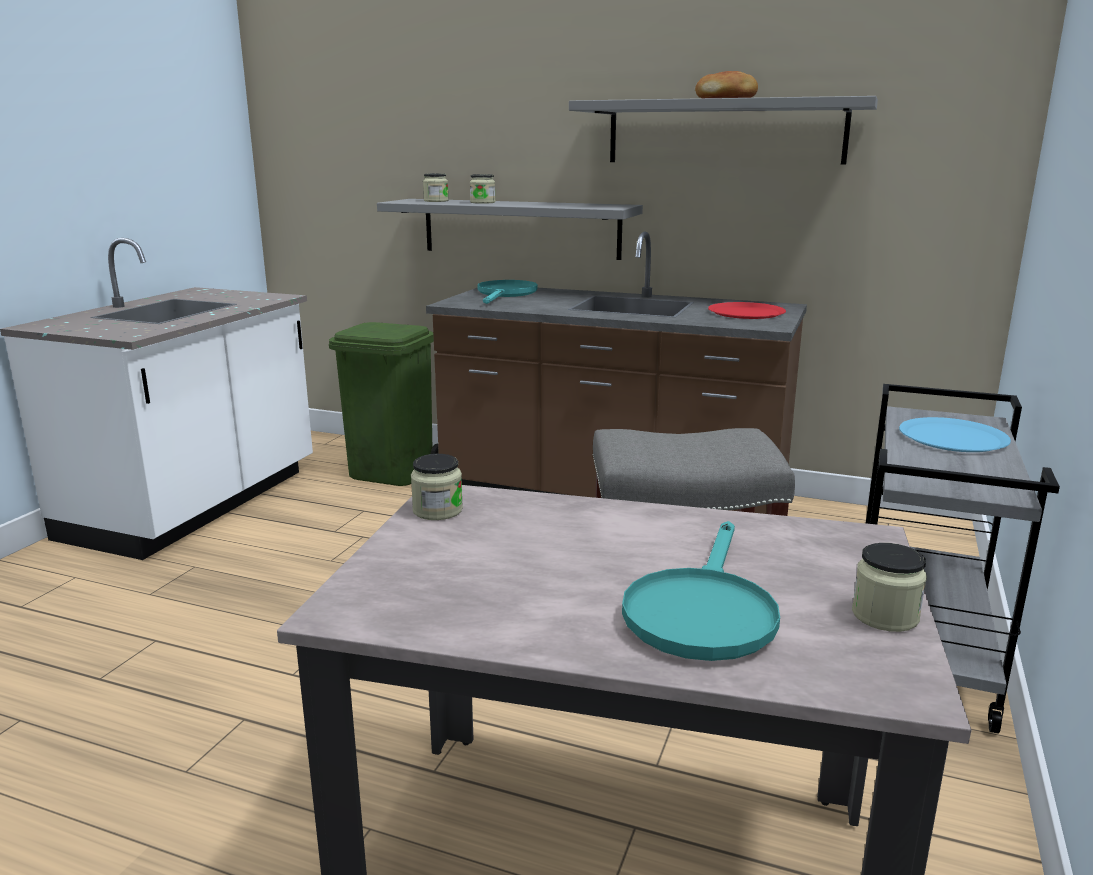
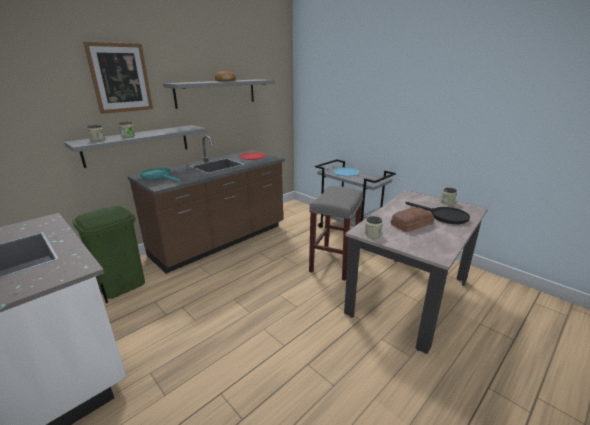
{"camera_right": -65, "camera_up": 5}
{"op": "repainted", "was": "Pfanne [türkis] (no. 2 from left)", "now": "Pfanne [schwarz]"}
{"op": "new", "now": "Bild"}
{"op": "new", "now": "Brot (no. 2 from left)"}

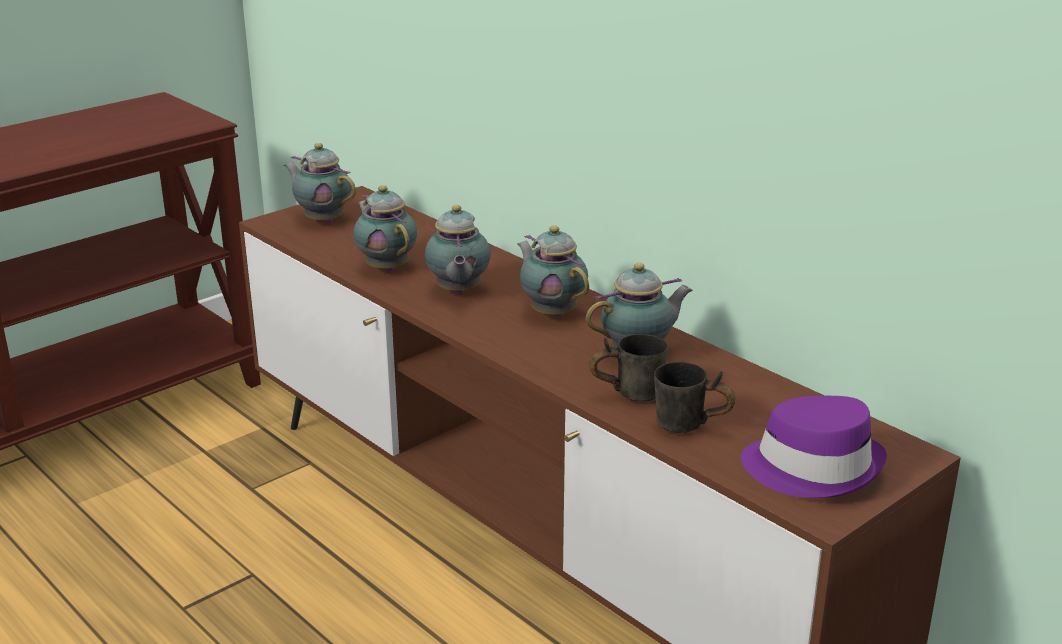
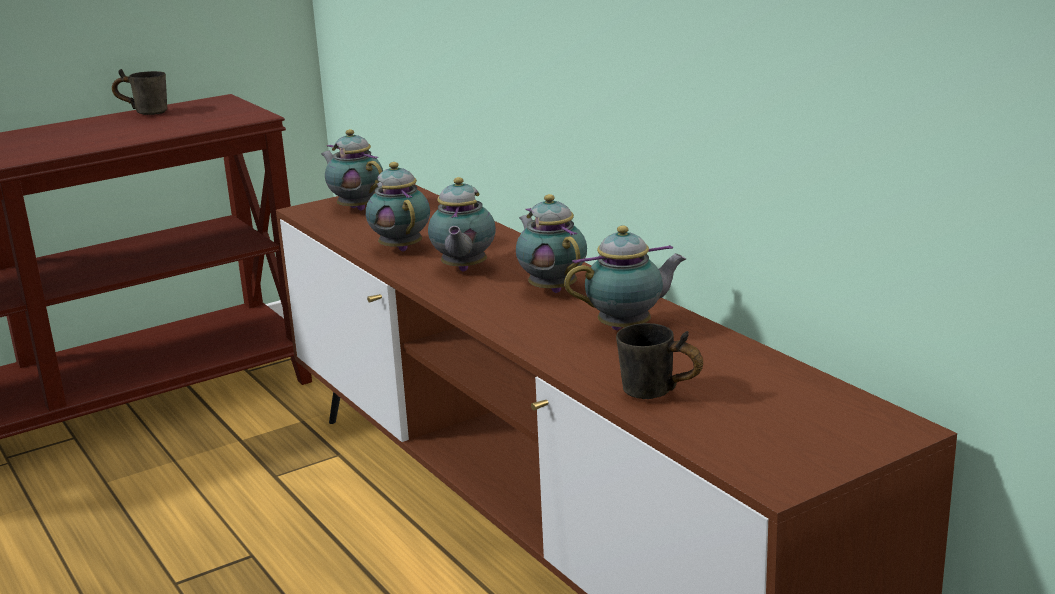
{"camera_right": 10, "camera_up": -5}
{"op": "shifted", "was": "Henkelbecher [grau] (no. 1 from left)"}
{"op": "gone", "was": "Hut [lila]"}

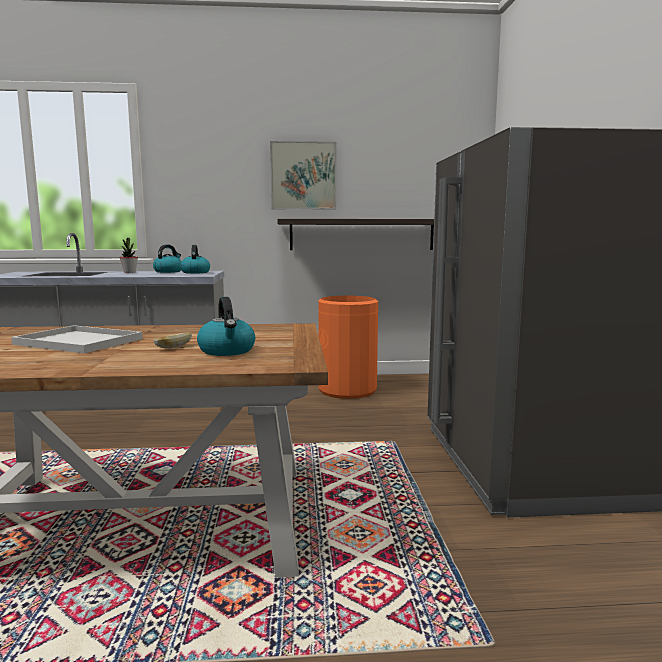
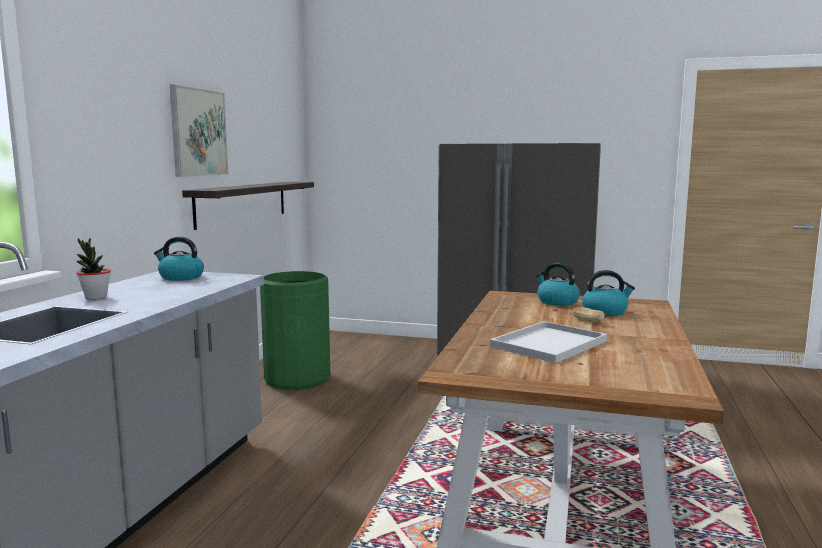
{"camera_right": -70, "camera_up": 0}
{"op": "shifted", "was": "Wasserkessel (no. 1 from left in the first image)", "now": "Wasserkessel (no. 2 from left)"}
{"op": "repainted", "was": "Mülleimer [orange]", "now": "Mülleimer [grün]"}

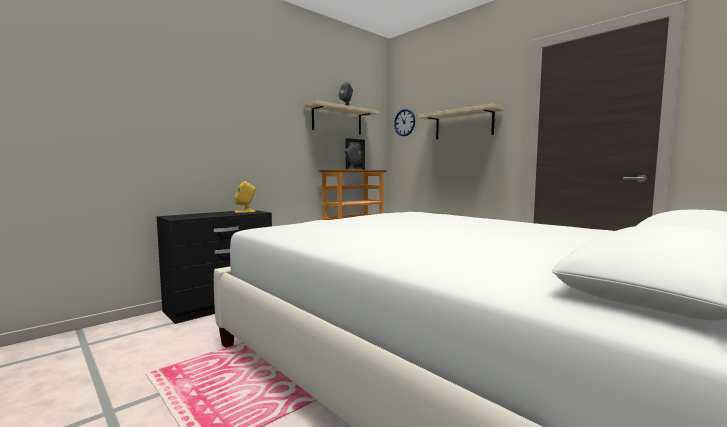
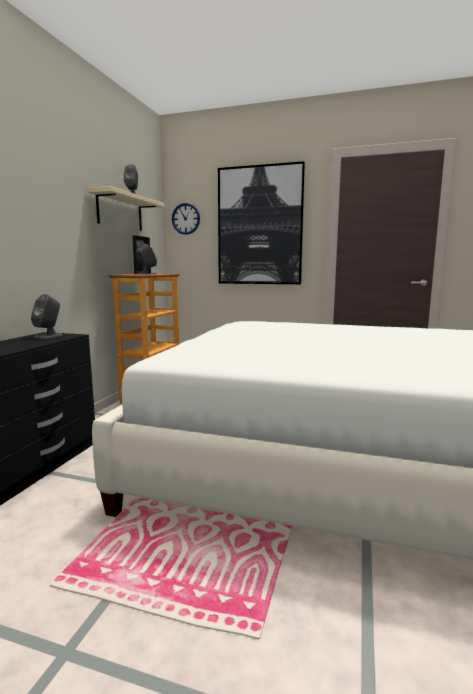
{"camera_right": -30, "camera_up": 5}
{"op": "swapped", "was": "Wandregal [beige] (no. 2 from left)", "now": "Bild"}
{"op": "repainted", "was": "Lautsprecher [gelb]", "now": "Lautsprecher [grau] (no. 1 from left)"}

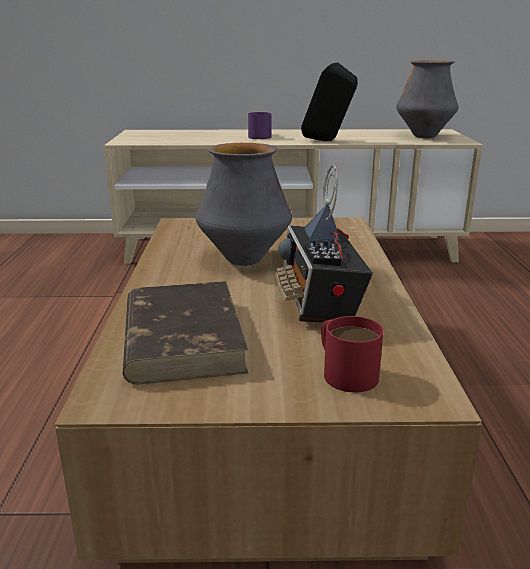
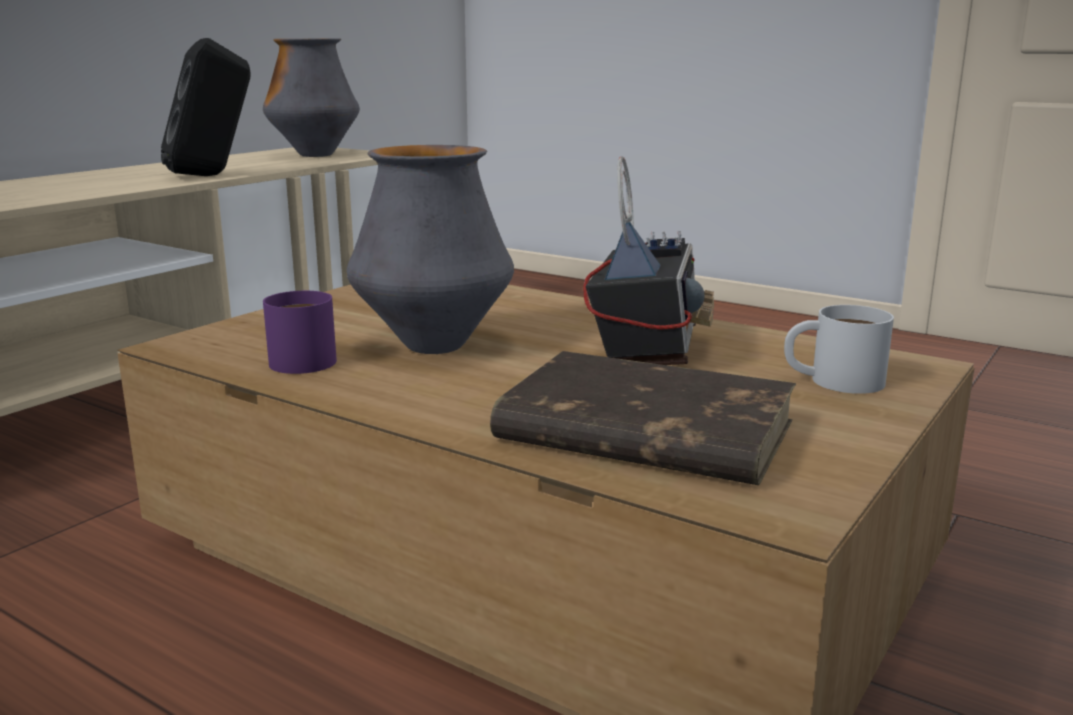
{"camera_right": -55, "camera_up": -5}
{"op": "shifted", "was": "Henkelbecher [lila]"}
{"op": "rotated", "was": "Radio", "clockwise": -105}
{"op": "repainted", "was": "Henkelbecher [rot]", "now": "Henkelbecher [weiß]"}

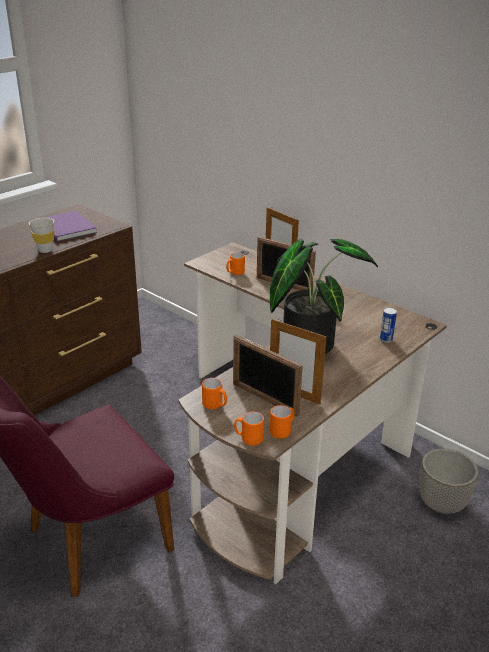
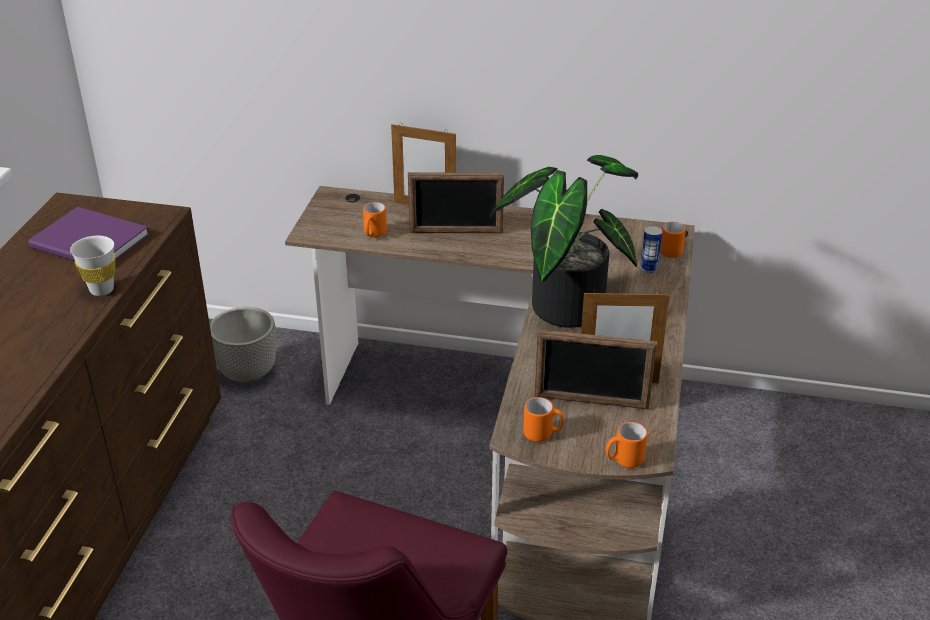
{"camera_right": -30, "camera_up": 5}
{"op": "shifted", "was": "Henkelbecher [orange] (no. 4 from left)"}
{"op": "shifted", "was": "Pflanzkübel"}

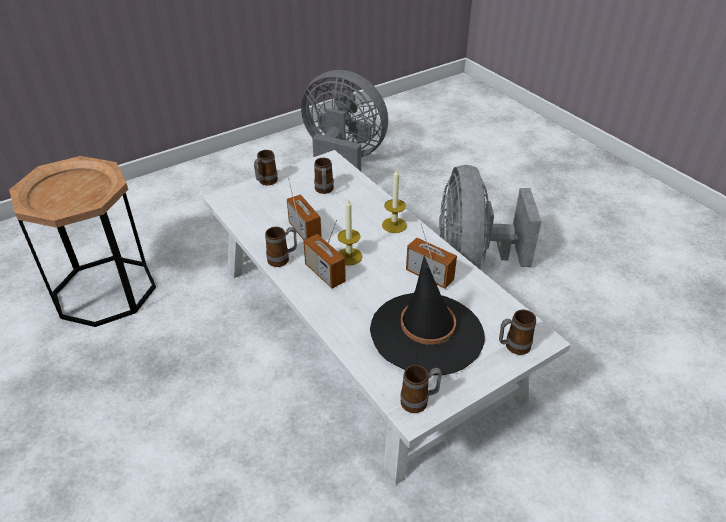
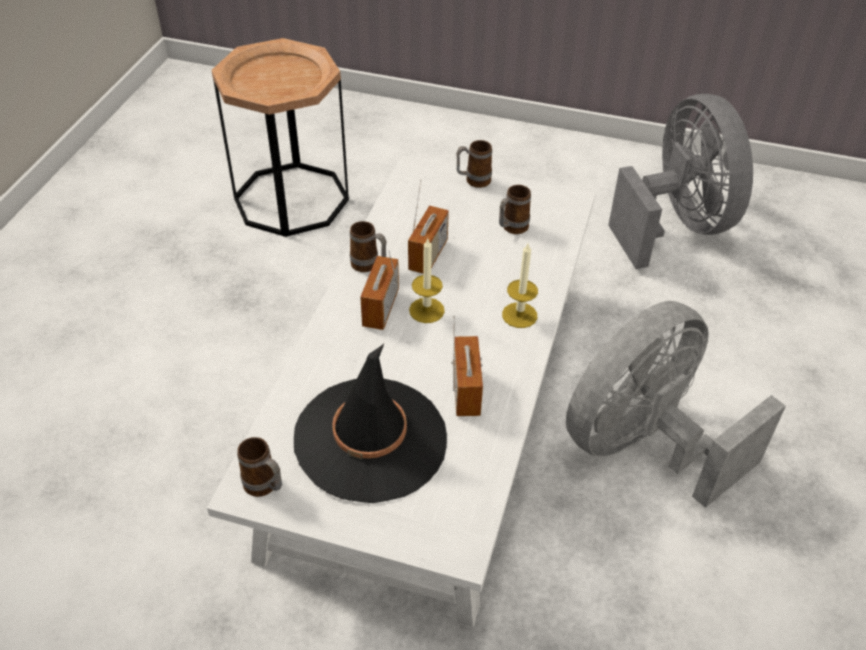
{"camera_right": 50, "camera_up": 5}
{"op": "gone", "was": "Henkelbecher (no. 5 from left)"}

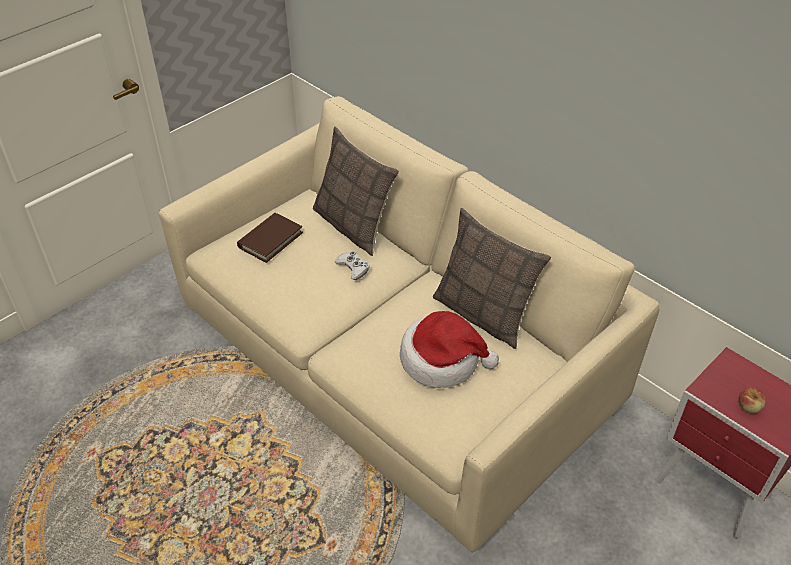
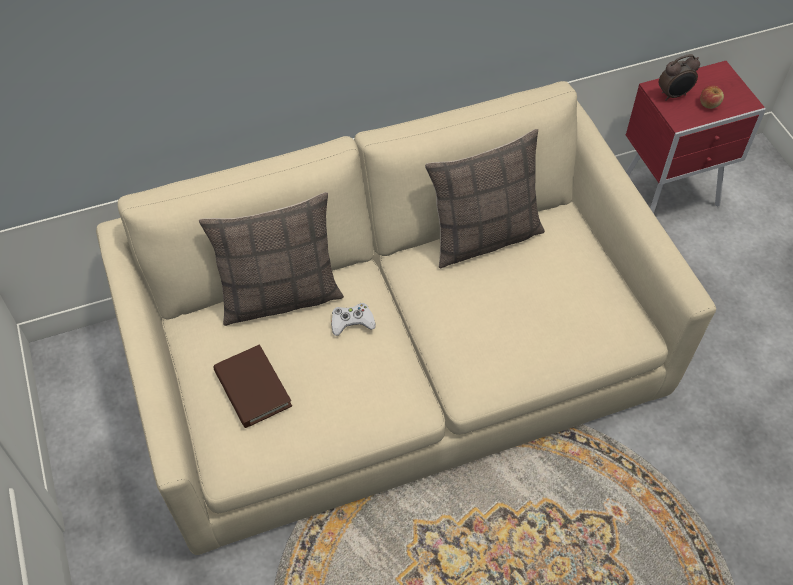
{"camera_right": -65, "camera_up": 10}
{"op": "gone", "was": "Hut"}
{"op": "new", "now": "Wecker"}

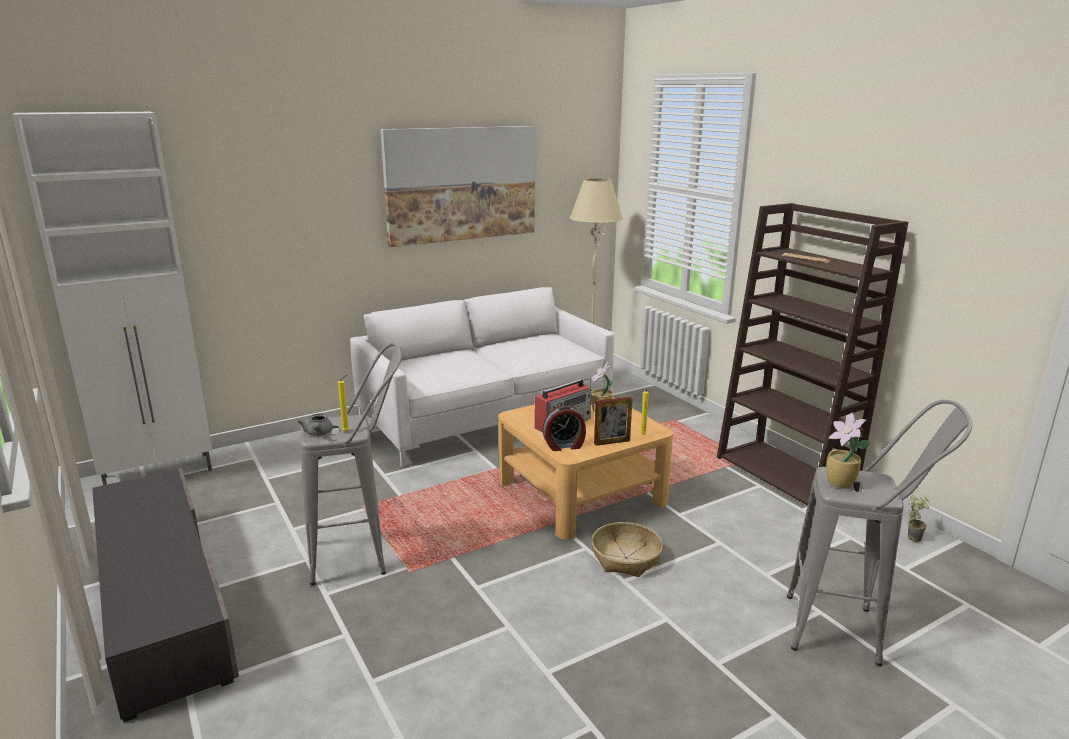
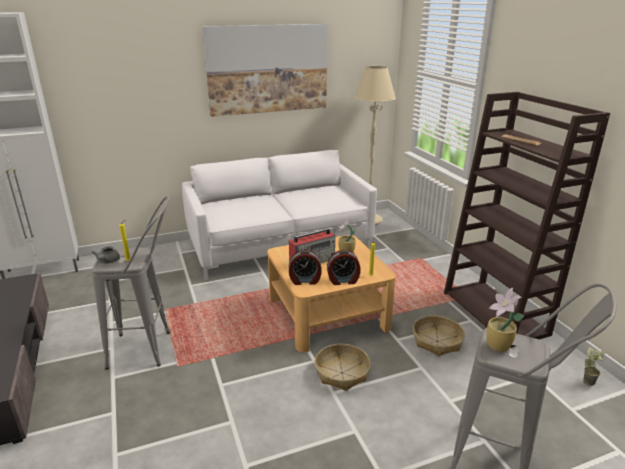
{"camera_right": 10, "camera_up": 5}
{"op": "swapped", "was": "Bilderrahmen", "now": "Wecker (no. 2 from left)"}
{"op": "new", "now": "Korb (no. 2 from left)"}

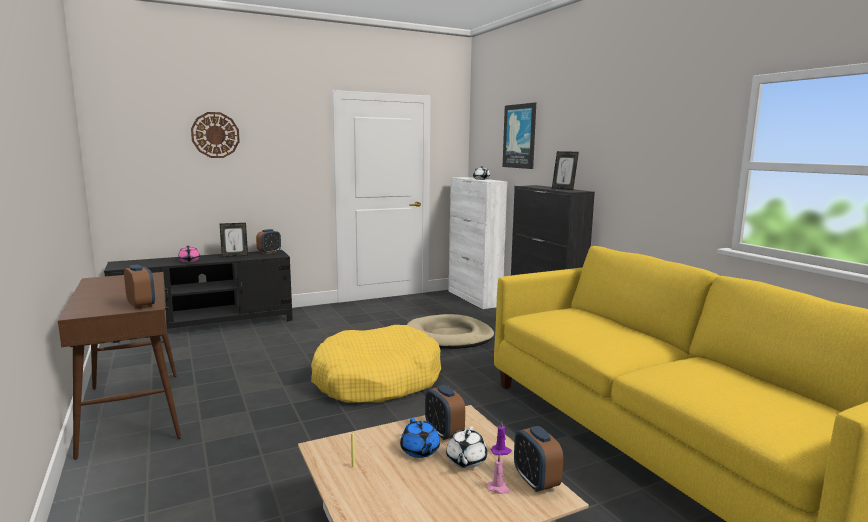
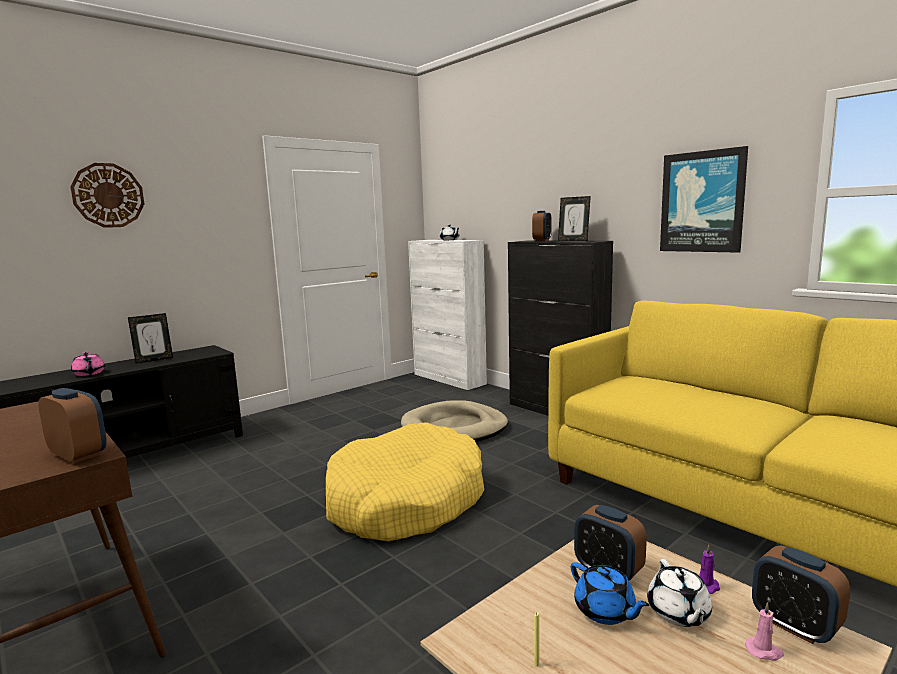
{"camera_right": -15, "camera_up": 0}
{"op": "shifted", "was": "Bild"}
{"op": "shifted", "was": "Wecker (no. 2 from left)"}

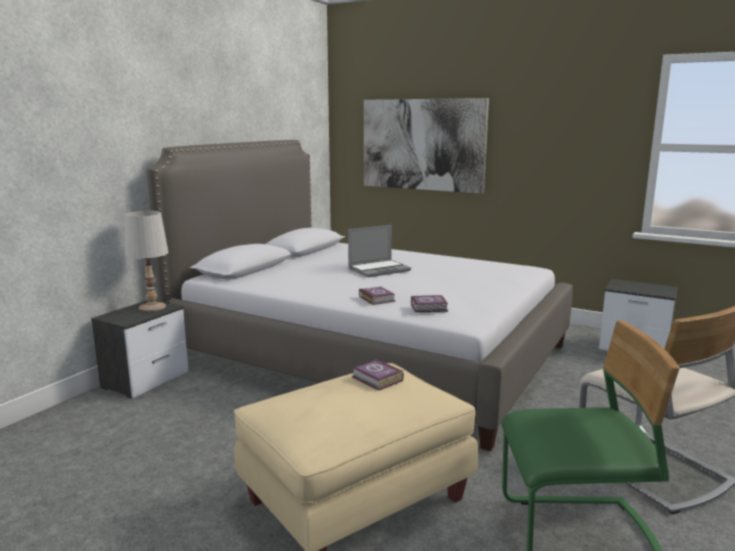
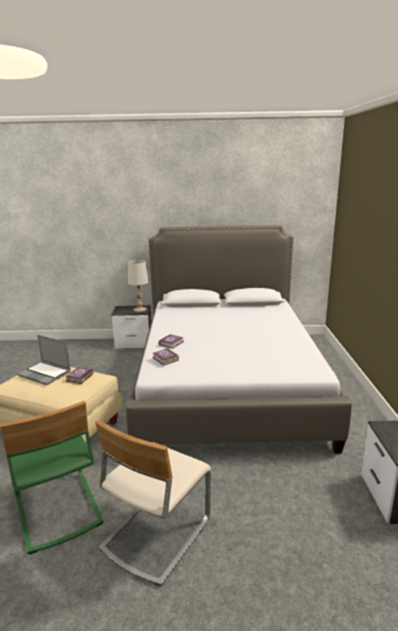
{"camera_right": 60, "camera_up": 5}
{"op": "gone", "was": "Bild"}
{"op": "shifted", "was": "Laptop"}

